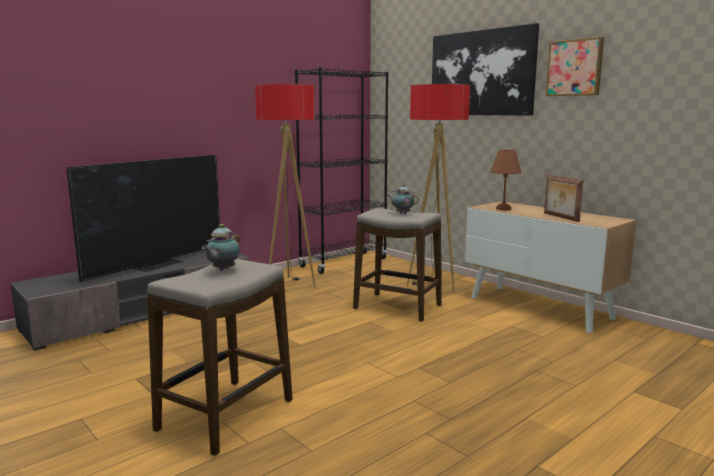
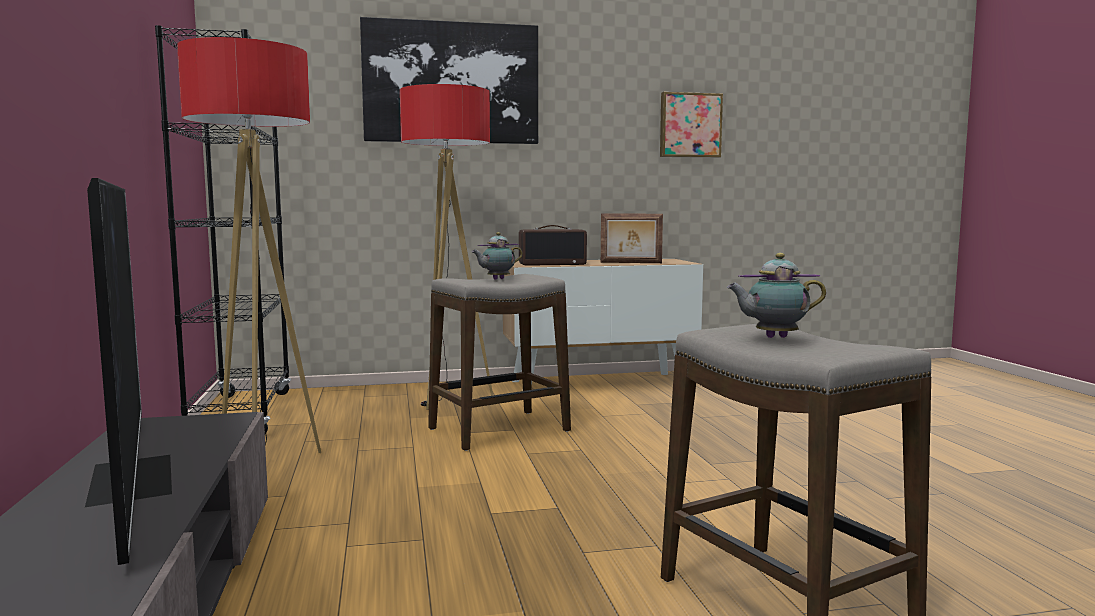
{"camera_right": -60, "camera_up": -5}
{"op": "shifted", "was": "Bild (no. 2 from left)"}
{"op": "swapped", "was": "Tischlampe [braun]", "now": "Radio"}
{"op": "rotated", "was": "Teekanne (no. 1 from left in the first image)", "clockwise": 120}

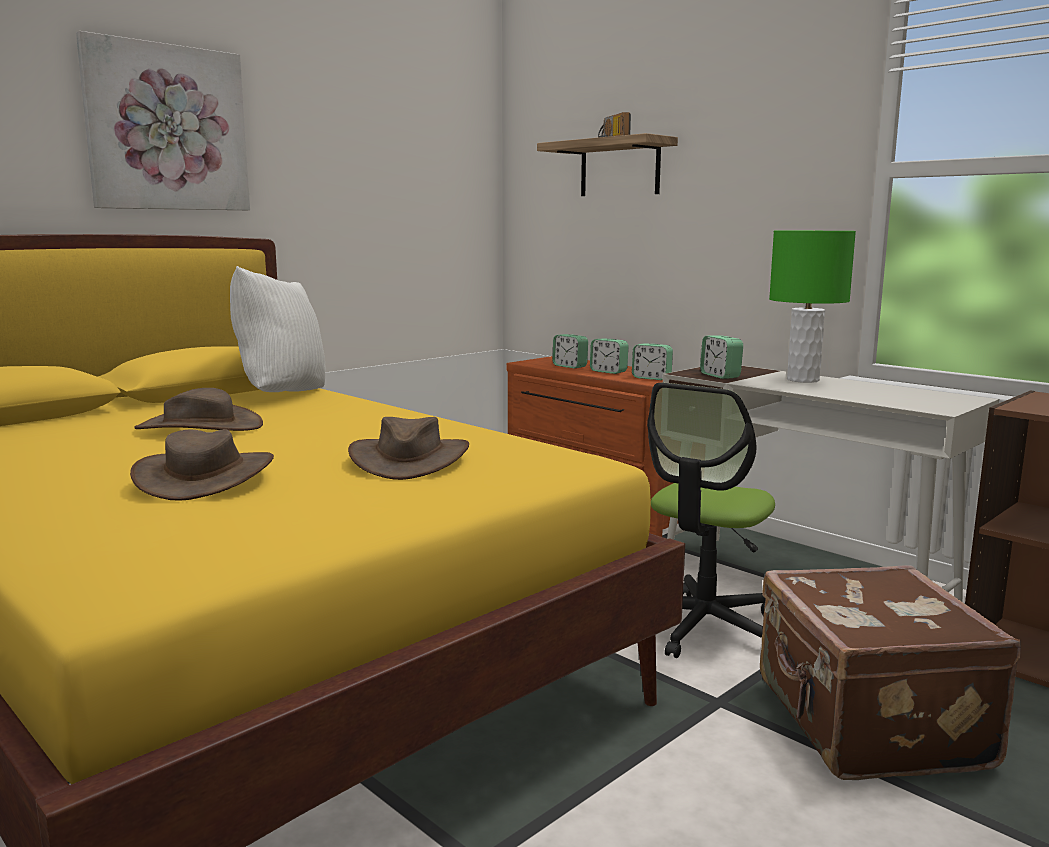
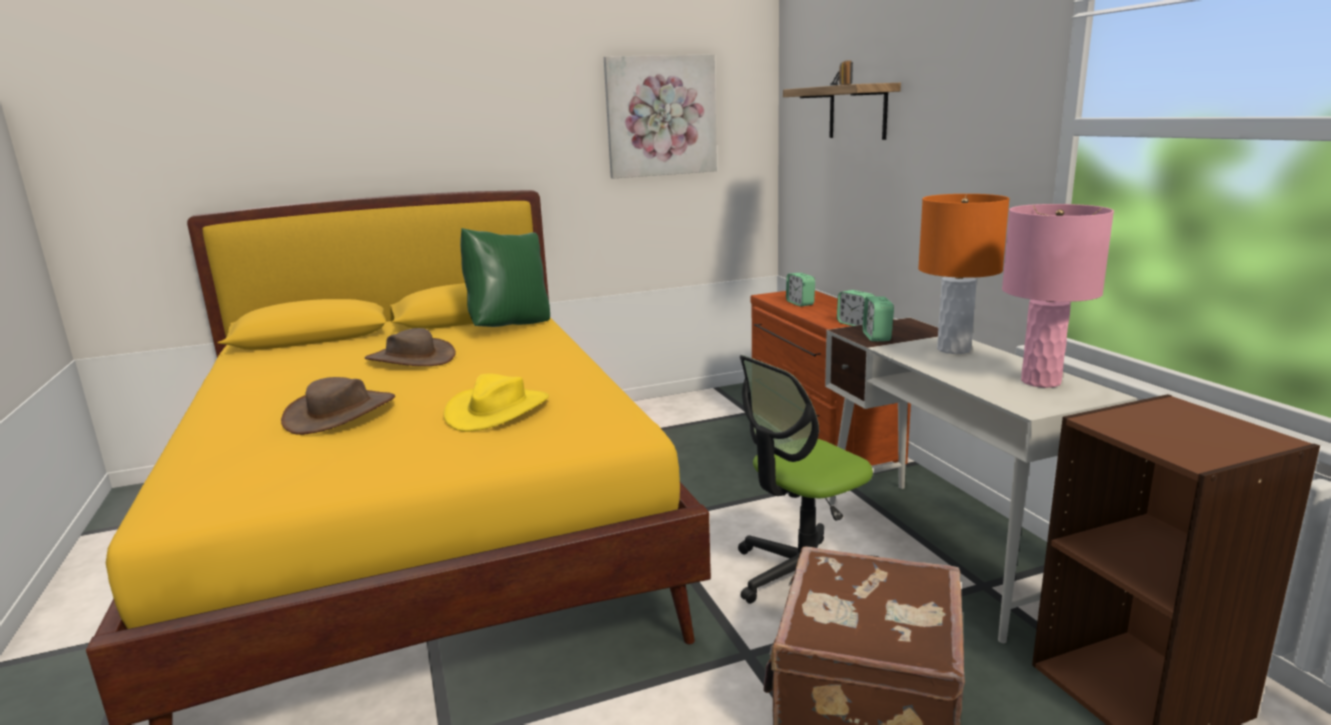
{"camera_right": 25, "camera_up": 5}
{"op": "shifted", "was": "Bild"}
{"op": "repainted", "was": "Tischlampe [grün]", "now": "Tischlampe [orange]"}
{"op": "repainted", "was": "Kissen [weiß]", "now": "Kissen [grün]"}
{"op": "gone", "was": "Wecker (no. 2 from left)"}
{"op": "repainted", "was": "Hut [braun] (no. 3 from left)", "now": "Hut [gelb]"}
{"op": "new", "now": "Tischlampe [rosa]"}

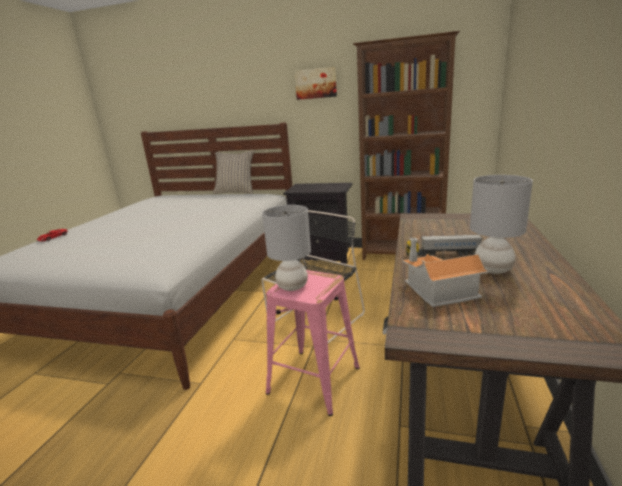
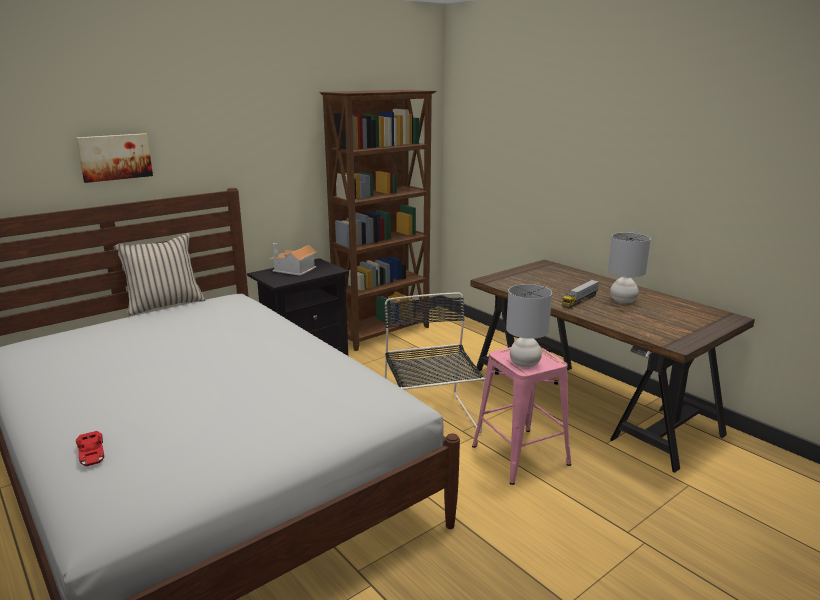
{"camera_right": -55, "camera_up": 0}
{"op": "shifted", "was": "Bild"}
{"op": "shifted", "was": "Spielzeughaus"}

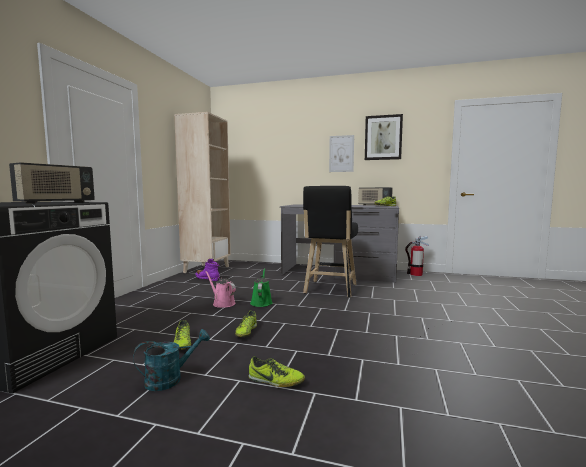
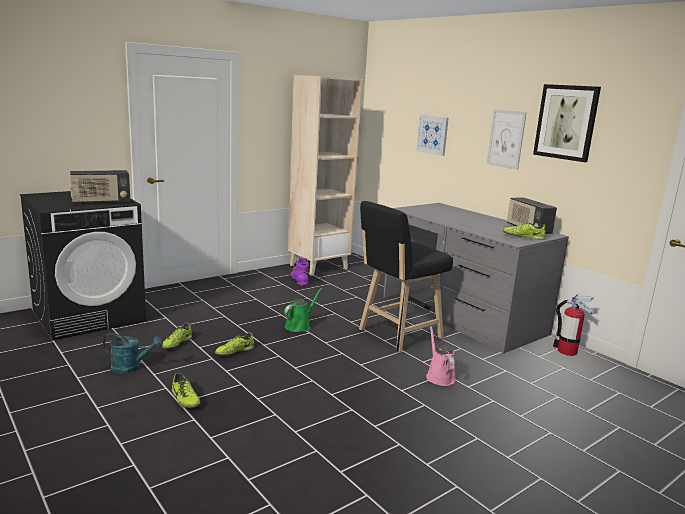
{"camera_right": 35, "camera_up": 10}
{"op": "shifted", "was": "Gießkanne [rosa]"}
{"op": "new", "now": "Bild (no. 1 from left)"}

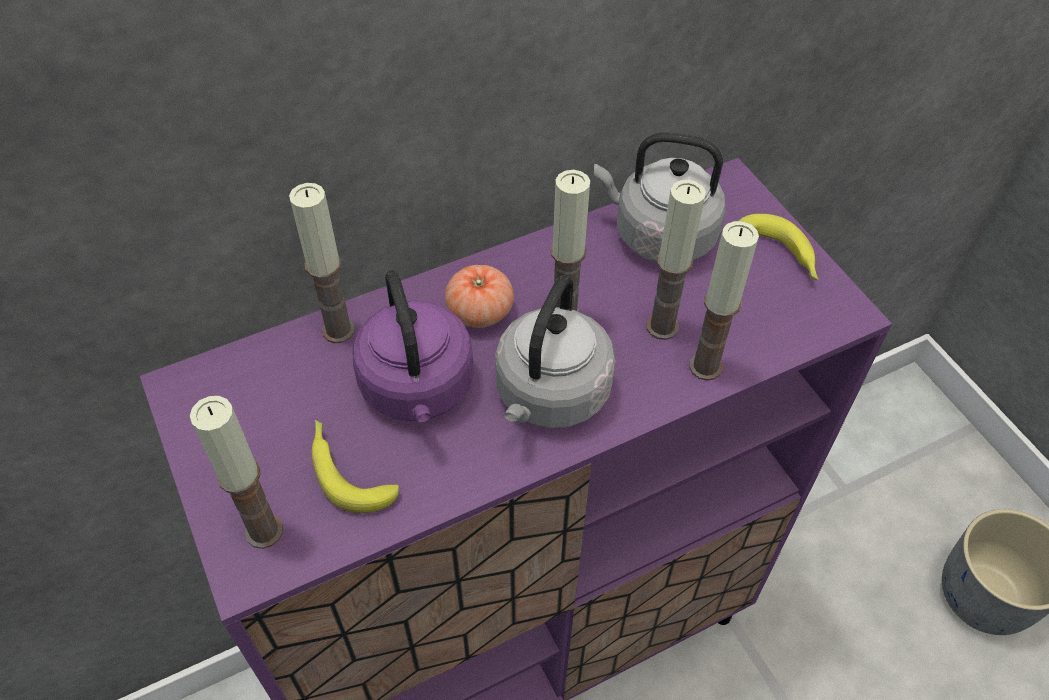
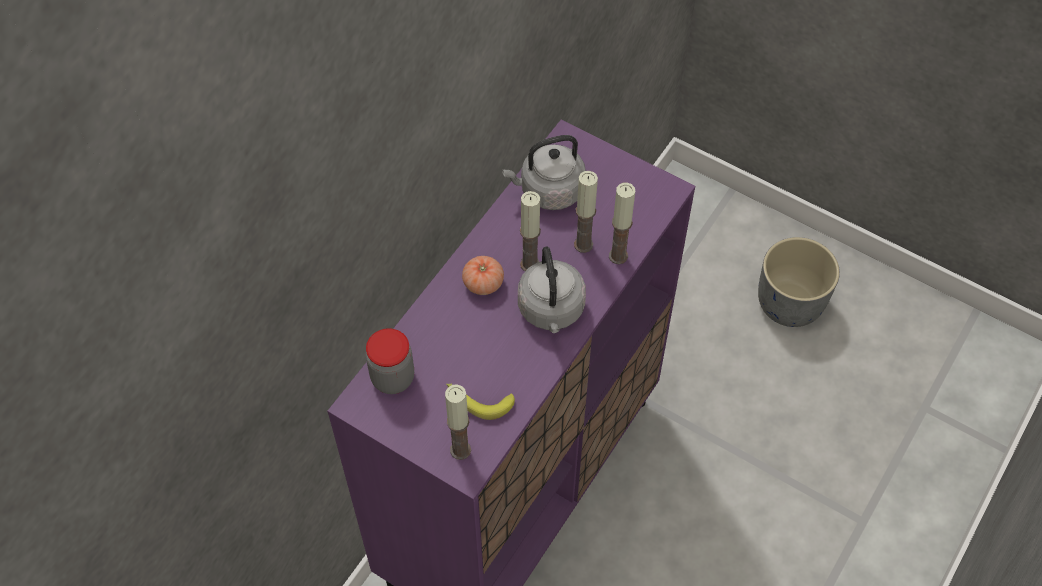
{"camera_right": -30, "camera_up": 5}
{"op": "gone", "was": "Kerze (no. 2 from left)"}
{"op": "gone", "was": "Banane (no. 2 from left)"}
{"op": "gone", "was": "Wasserkessel [lila]"}
{"op": "new", "now": "Vorratsglas"}

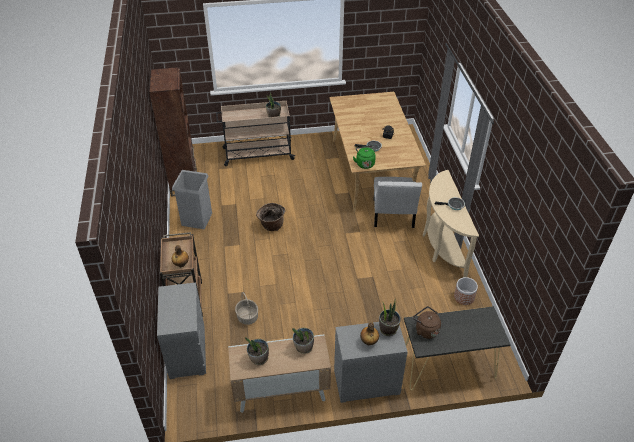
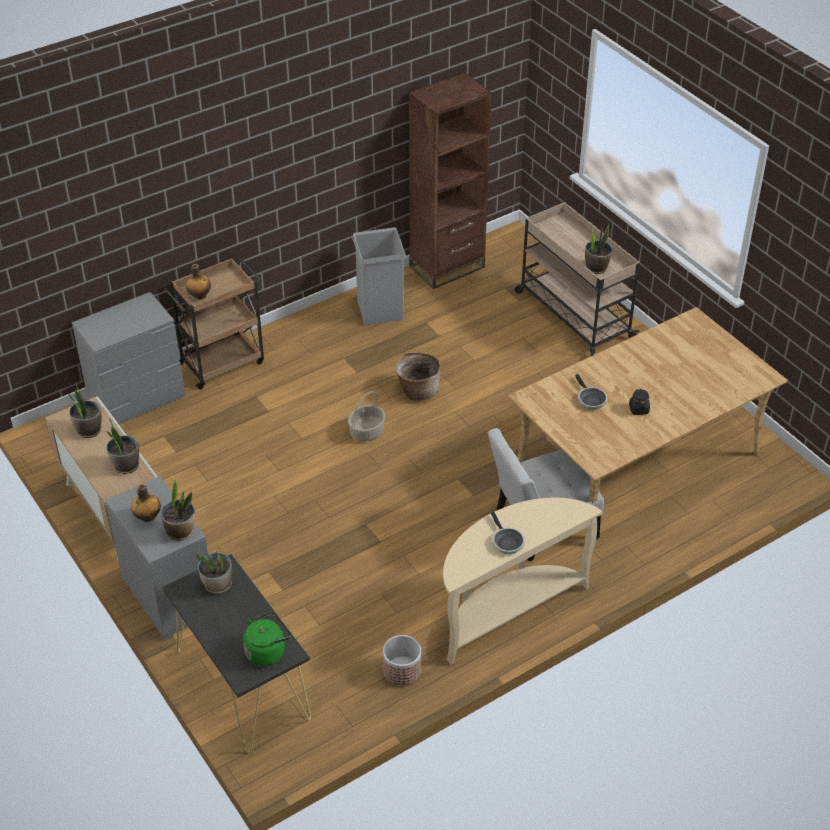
{"camera_right": 65, "camera_up": 0}
{"op": "shifted", "was": "Wasserkessel [grün]"}
{"op": "shifted", "was": "Korb (no. 1 from left)"}
{"op": "swapped", "was": "Wasserkessel [braun]", "now": "Topfpflanze (no. 4 from left)"}

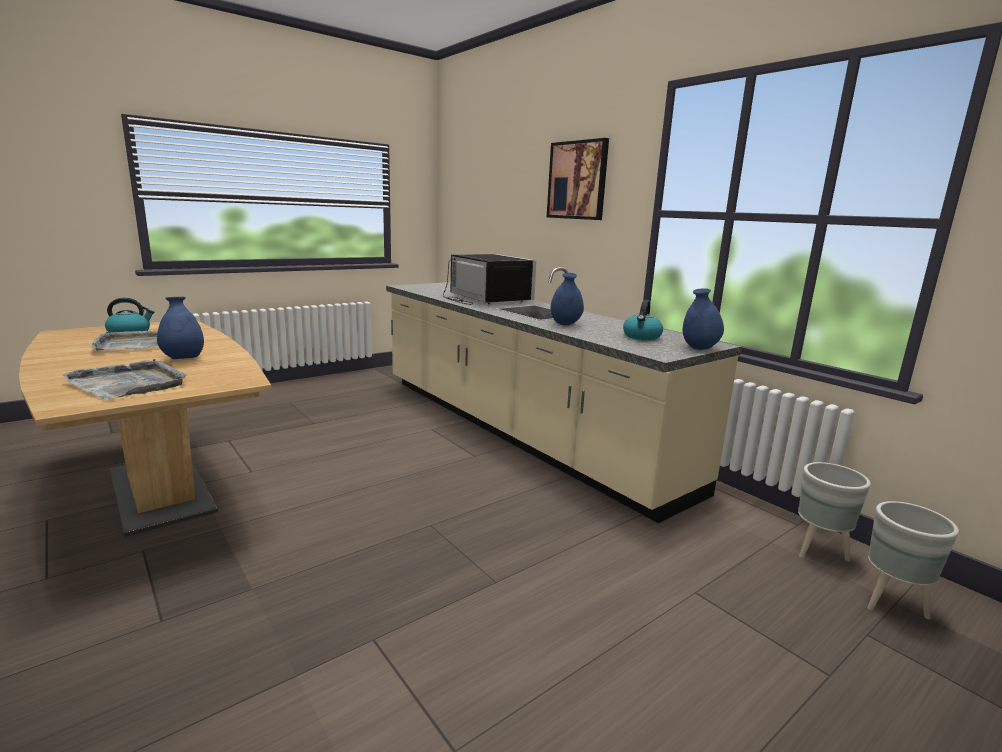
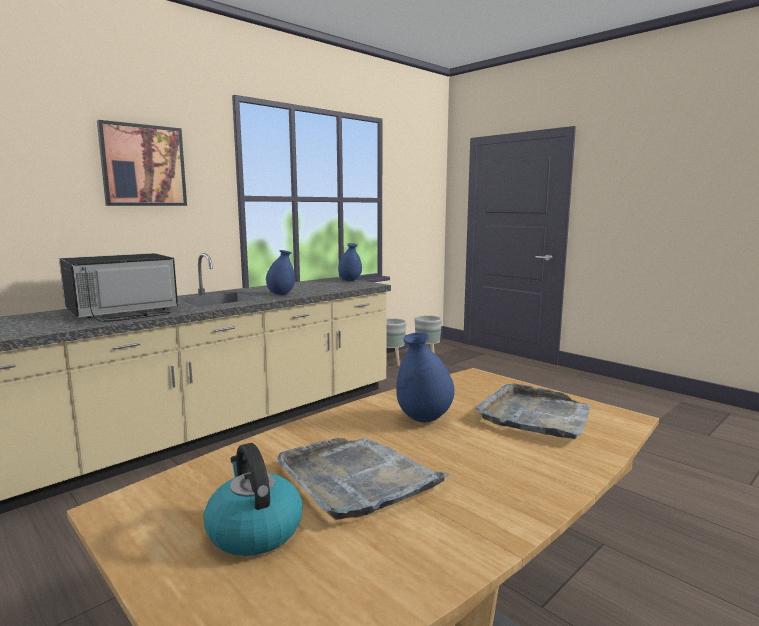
{"camera_right": -95, "camera_up": -5}
{"op": "gone", "was": "Wasserkessel (no. 2 from left)"}

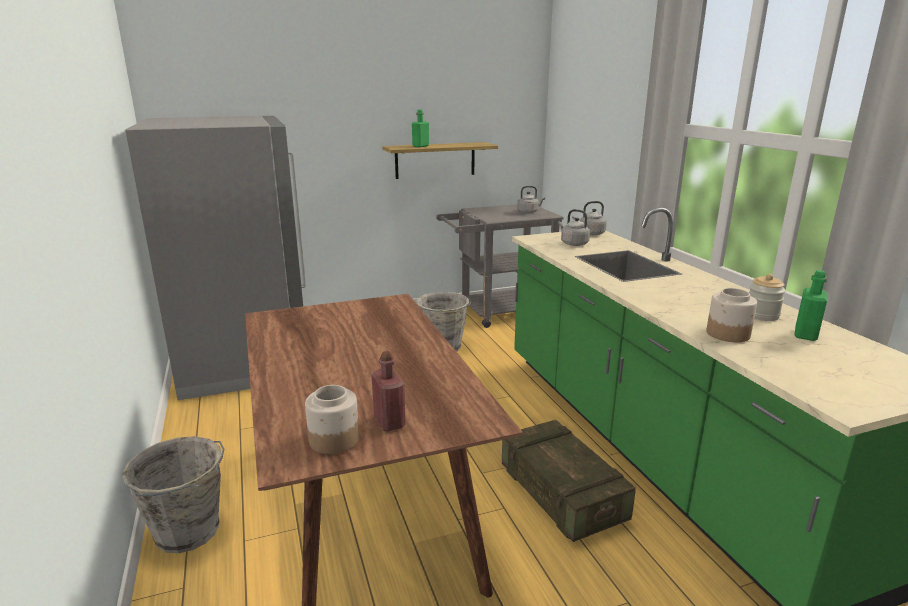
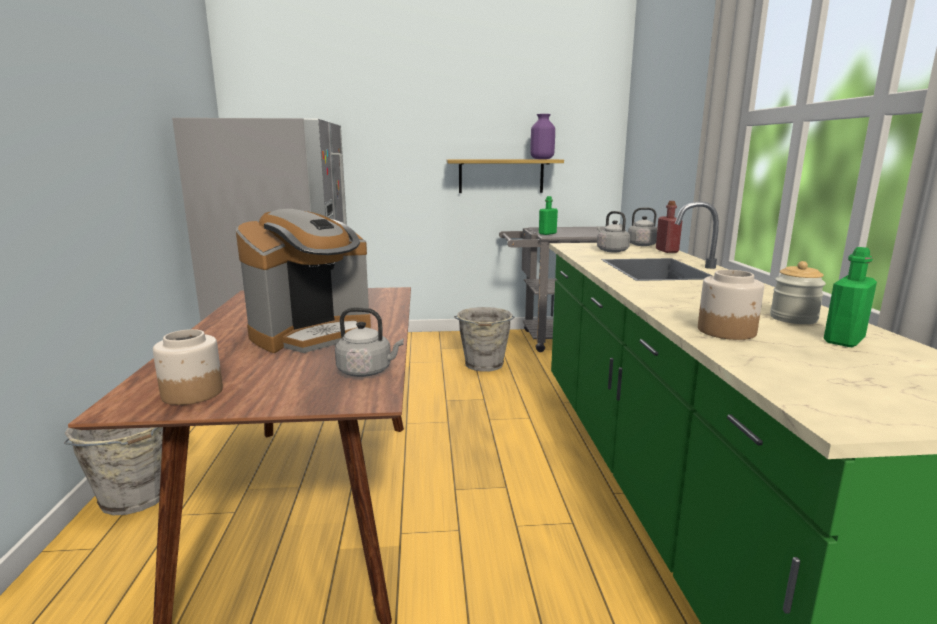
{"camera_right": 15, "camera_up": -5}
{"op": "shifted", "was": "Flasche [grün] (no. 1 from left)"}
{"op": "shifted", "was": "Wasserkessel [grau] (no. 1 from left)"}
{"op": "shifted", "was": "Flasche [rot]"}
{"op": "gone", "was": "Kiste"}
{"op": "new", "now": "Vase [lila]"}
{"op": "new", "now": "Kaffeemaschine"}

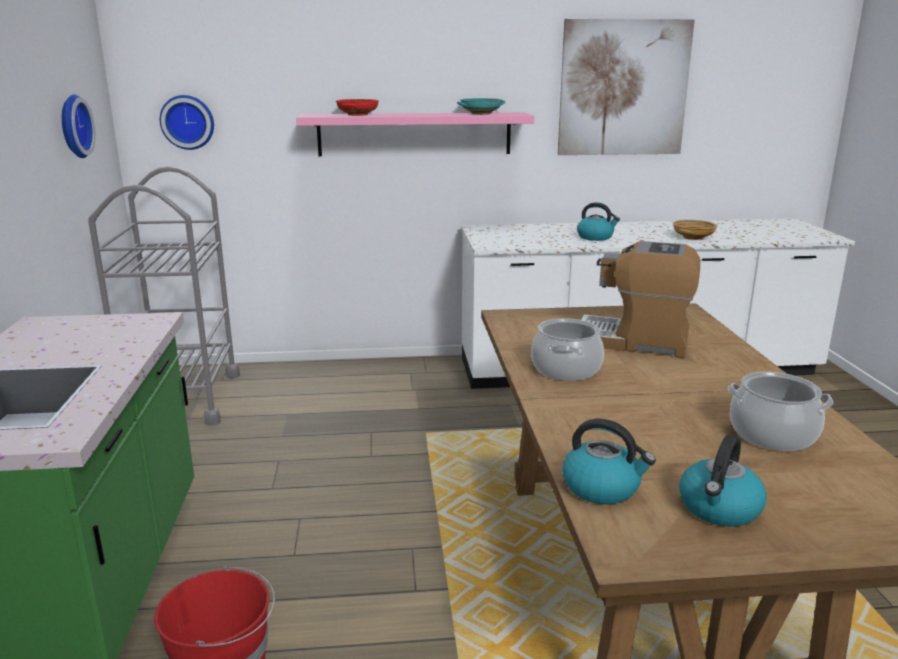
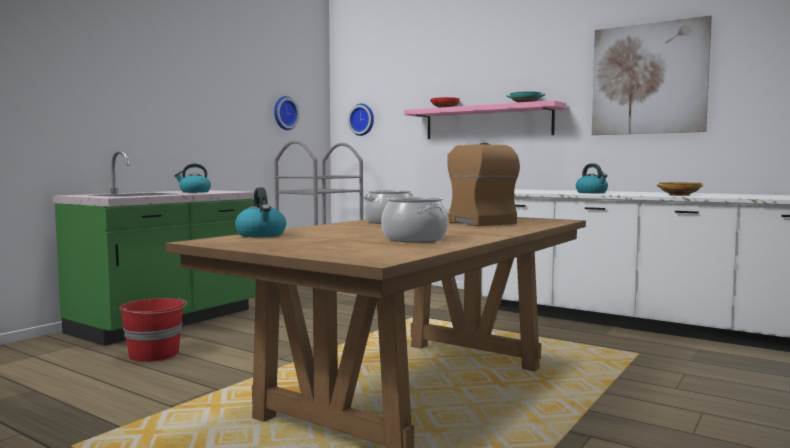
{"camera_right": 40, "camera_up": -15}
{"op": "shifted", "was": "Wasserkessel (no. 3 from left in the first image)", "now": "Wasserkessel (no. 1 from left)"}

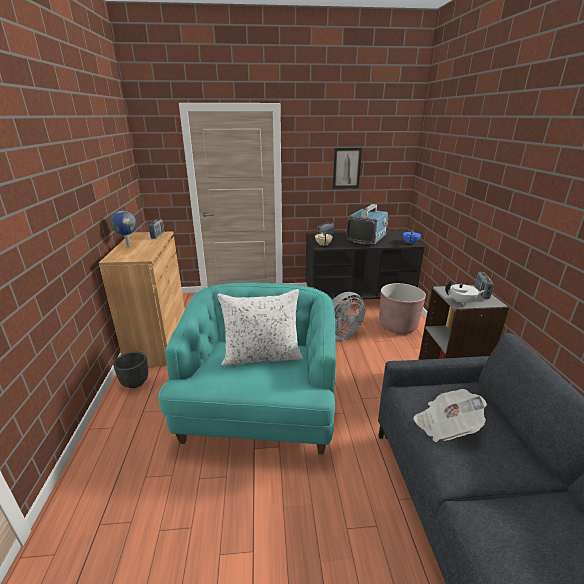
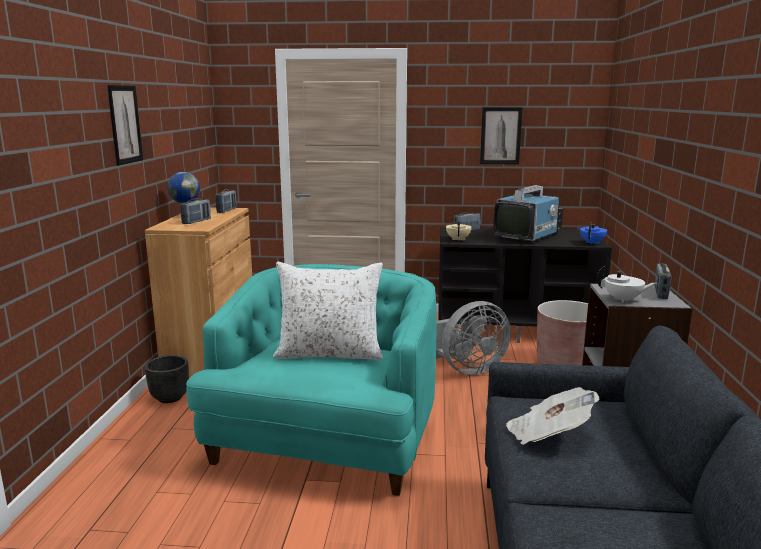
{"camera_right": 10, "camera_up": -10}
{"op": "new", "now": "Bild (no. 1 from left)"}
{"op": "new", "now": "Radio (no. 1 from left)"}

